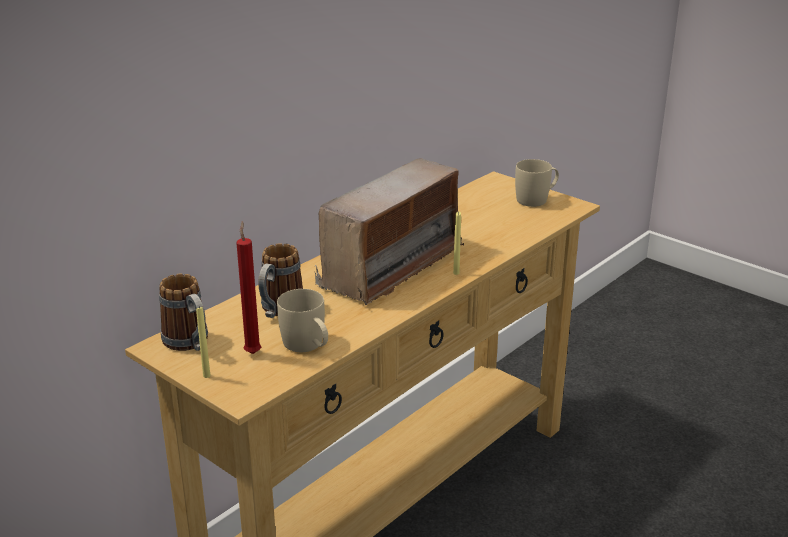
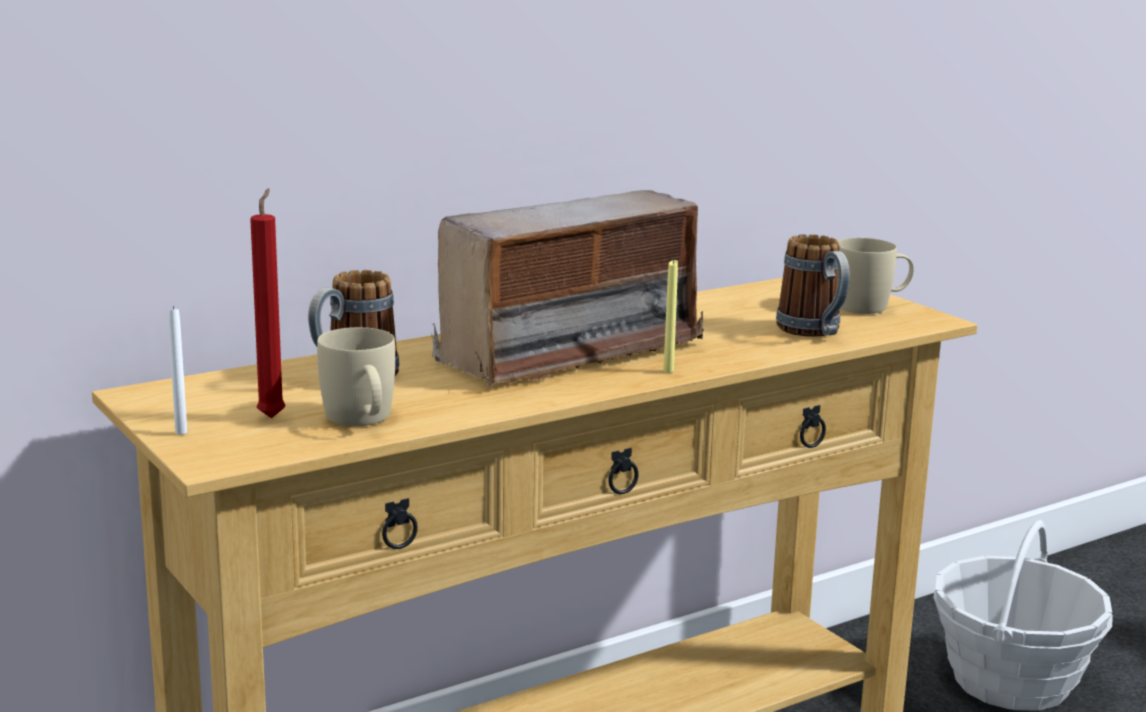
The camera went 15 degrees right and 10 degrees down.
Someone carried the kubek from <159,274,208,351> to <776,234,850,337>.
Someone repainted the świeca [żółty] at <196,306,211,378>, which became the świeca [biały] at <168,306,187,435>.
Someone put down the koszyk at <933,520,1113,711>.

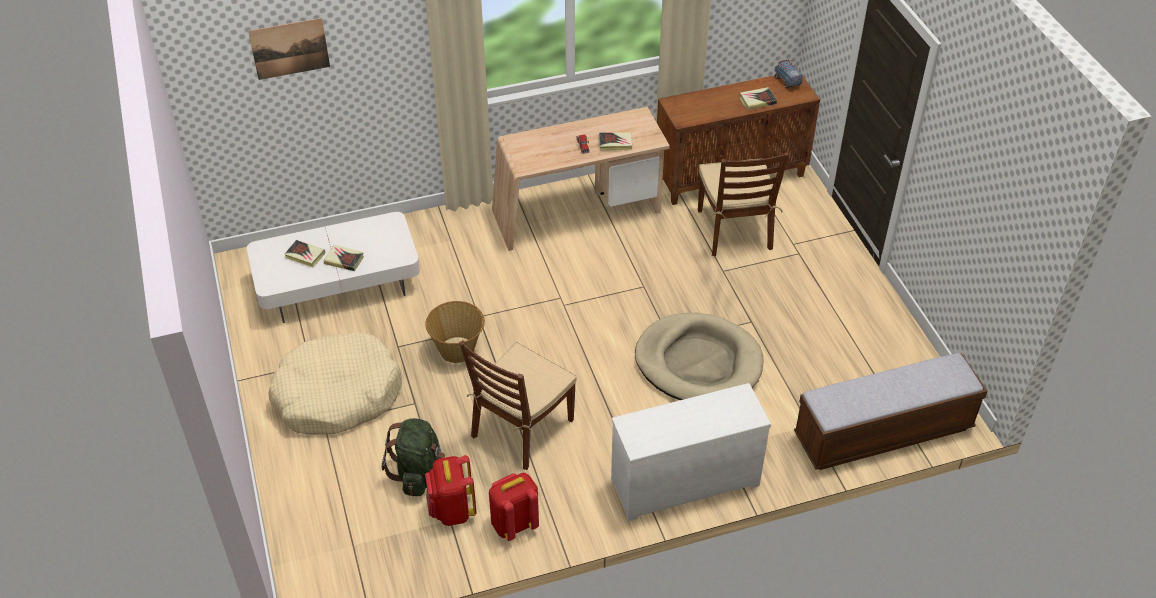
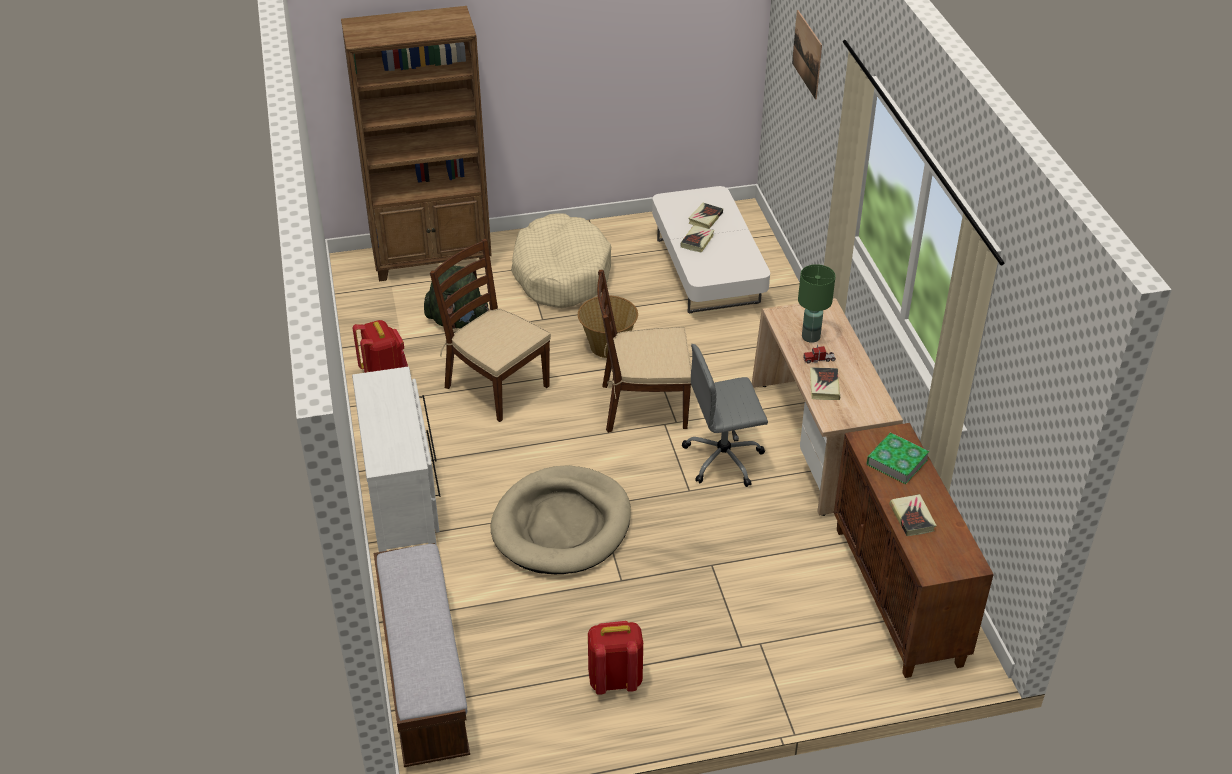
The camera went 95 degrees right and 5 degrees down.
Someone carried the plecak [czerwony] from <425,455,476,526> to <588,621,643,695>.
Someone carried the krzesło [brązowy] from <698,152,789,256> to <597,270,691,433>.
Someone took away the ciężarówka zabawkowa at <774,59,803,89>.
Someone put down the regał [brązowy] at <341,6,492,281>.
Someone put down the krzesło biurowe [szary] at <682,344,768,487>.
Someone put down the lampa stołowa [zielony] at <798,264,836,343>.
Someone put down the książka at <866,433,930,484>.

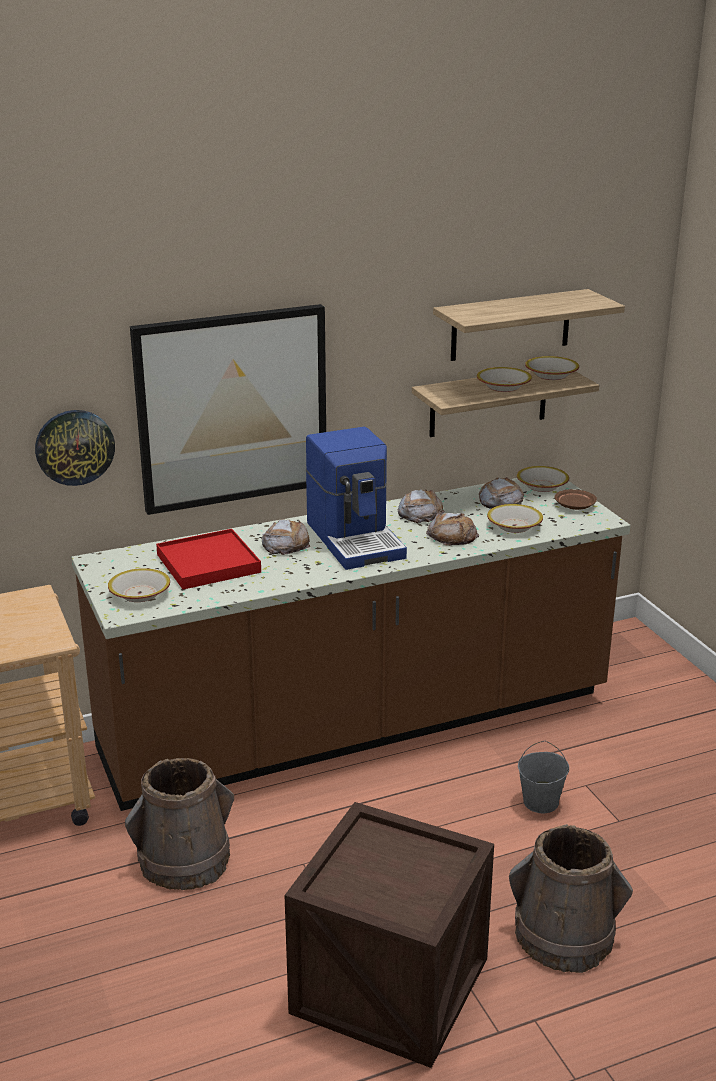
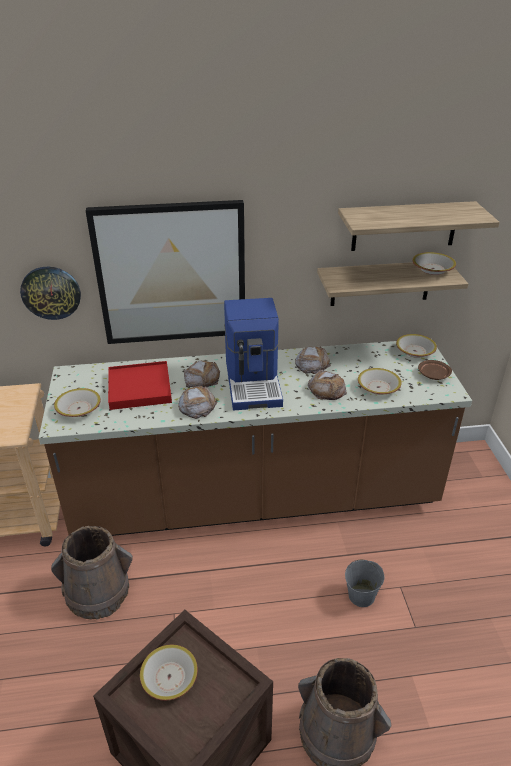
The camera went 15 degrees right and 10 degrees up.
Someone carried the miska from <477,367,532,392> to <140,645,198,701>.
Someone carried the chleb from <479,477,524,509> to <178,385,217,419>.

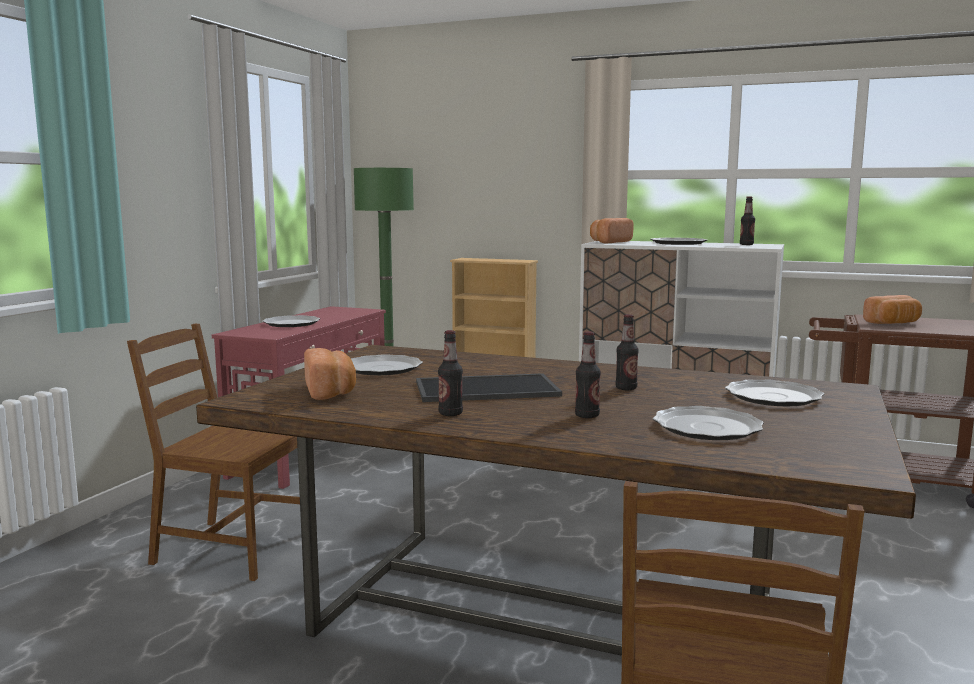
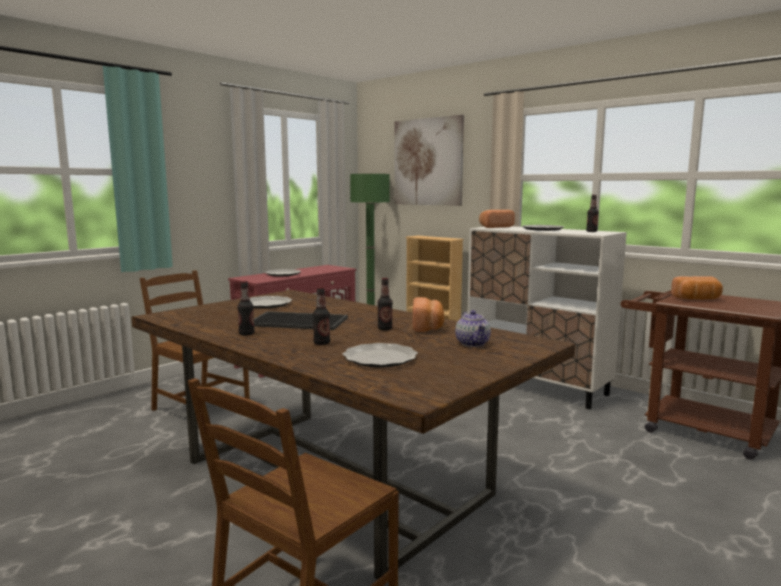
The camera went 20 degrees right and 0 degrees up.
Someone carried the chleb from <304,348,356,400> to <413,297,444,332>.
Someone swapped the talerz at <725,380,824,406> for the imbryk at <455,310,491,347>.
Someone put up the obraz at <395,115,464,206>.

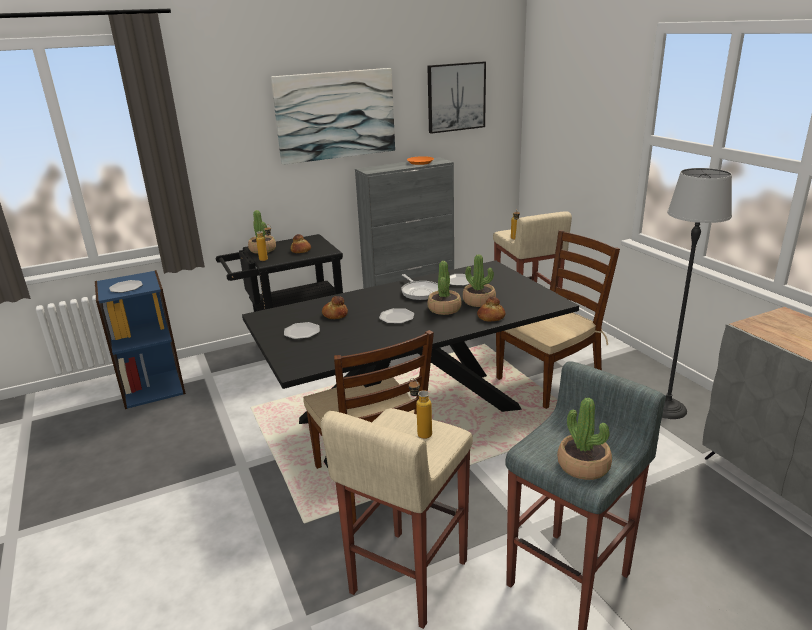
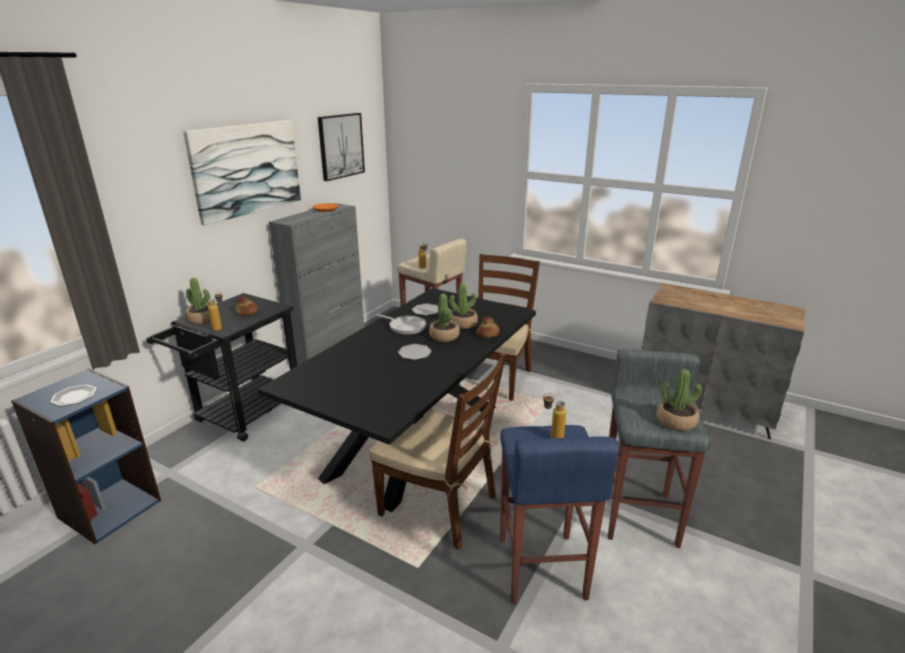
The camera went 35 degrees left and 0 degrees up.
Someone took away the talerz at <284,322,320,339>.
Someone repainted the stołek [beżowy] at <321,408,473,629>, which became the stołek [niebieski] at <500,425,619,604>.
Someone took away the chleb at <322,296,348,319>.
Someone took away the lampa stojąca at <662,168,732,419>.

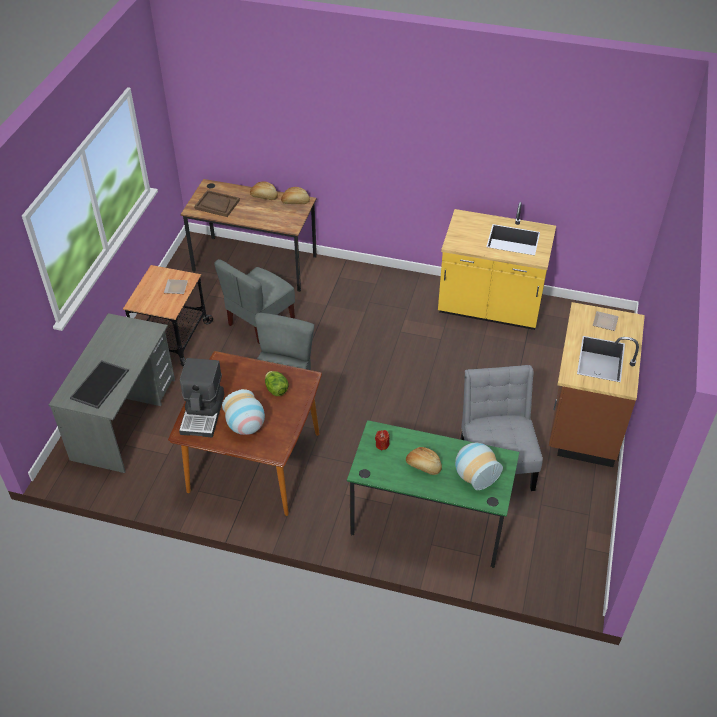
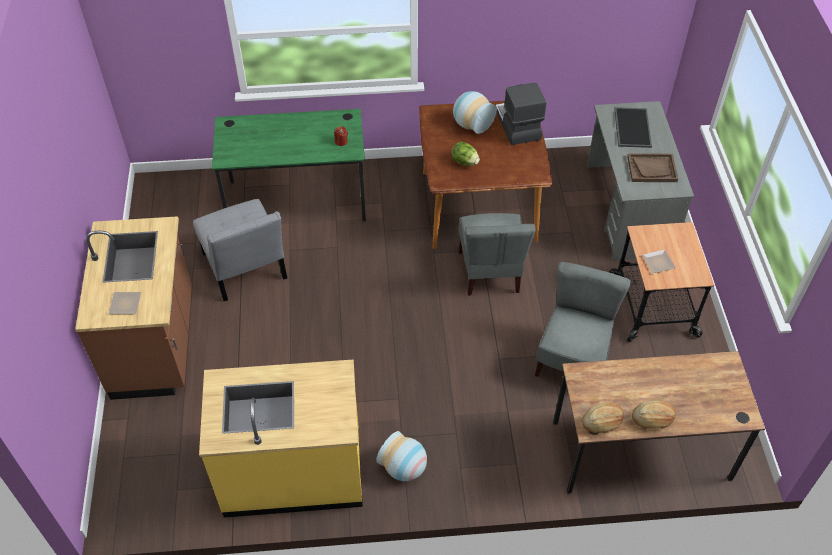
The camera went 160 degrees right and 5 degrees up.
Someone carried the taca [brązowy] from <194,190,240,217> to <627,153,678,182>.
Someone took away the chleb at <406,447,442,475>.
Someone carried the wazon from <455,443,503,490> to <376,431,427,481>.

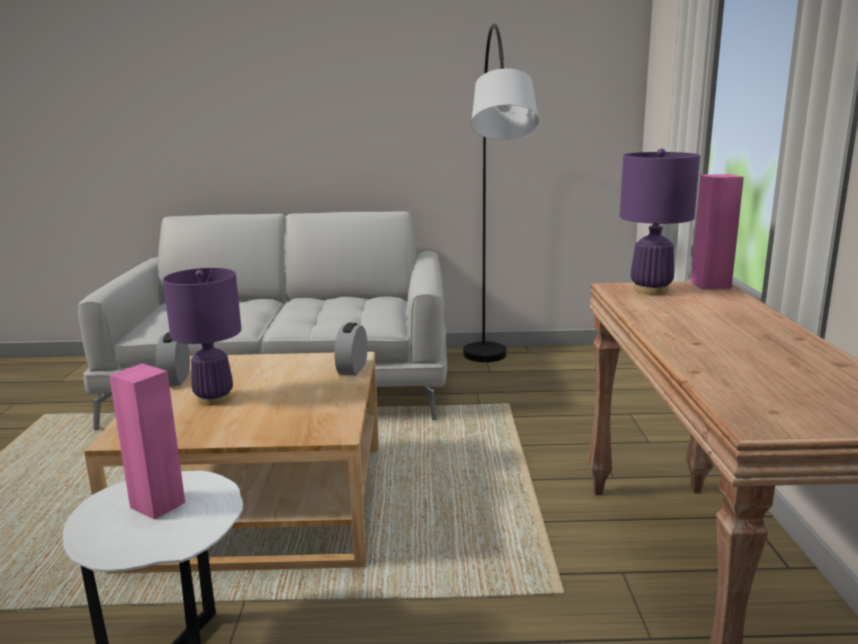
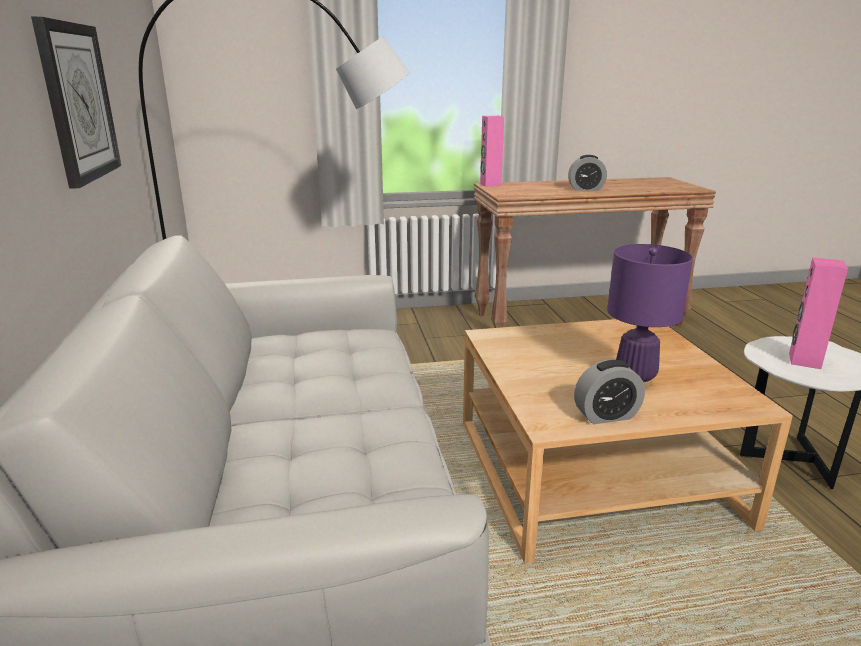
The camera went 100 degrees left and 5 degrees up.
Someone carried the budzik from <335,323,368,375> to <568,155,607,191>.
Someone took away the lampa stołowa [fioletowy] at <620,148,700,295>.
Someone put up the zegar ścienny at <31,17,121,189>.

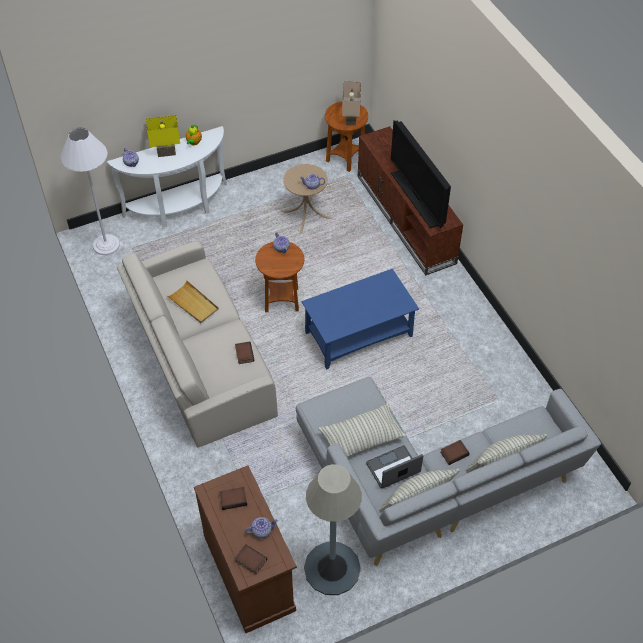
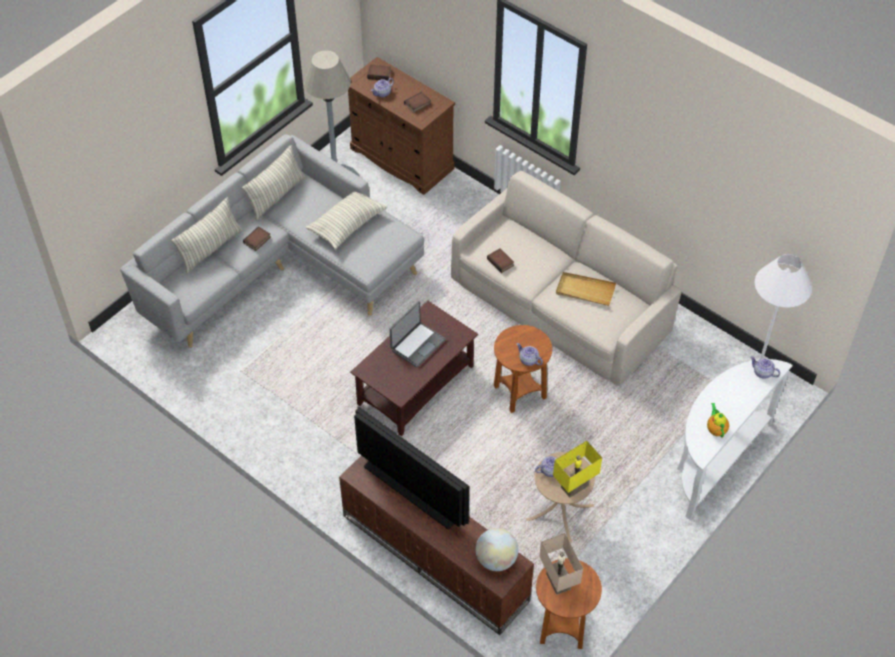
The camera went 155 degrees right and 0 degrees up.
Someone carried the lampa stołowa [żółty] from <146,115,180,157> to <553,441,602,497>.
Someone repainted the ława [niebieski] at <302,269,419,369>, which became the ława [brązowy] at <350,301,478,436>.
Someone carried the laptop from <366,445,423,489> to <390,301,446,367>.
Someone put down the globus at <476,528,518,571>.

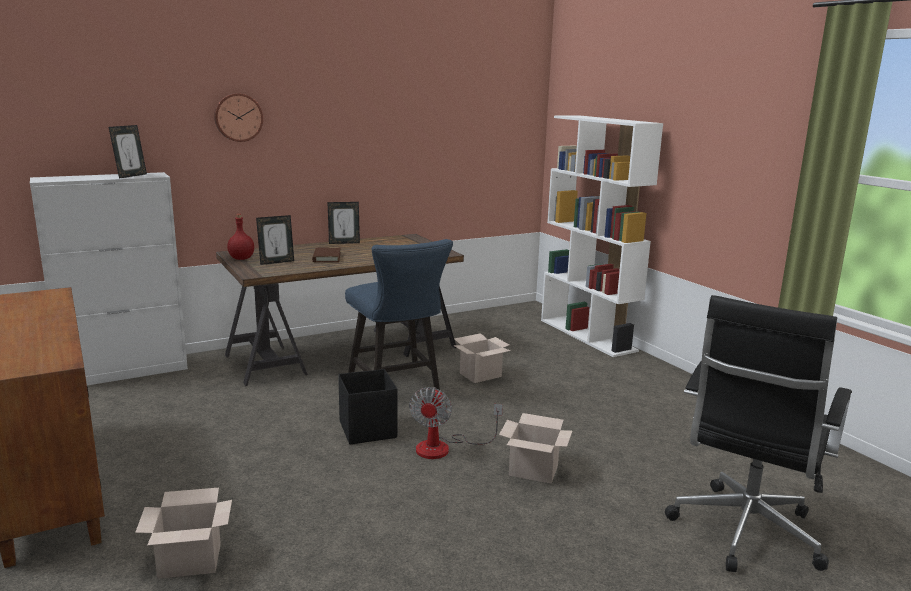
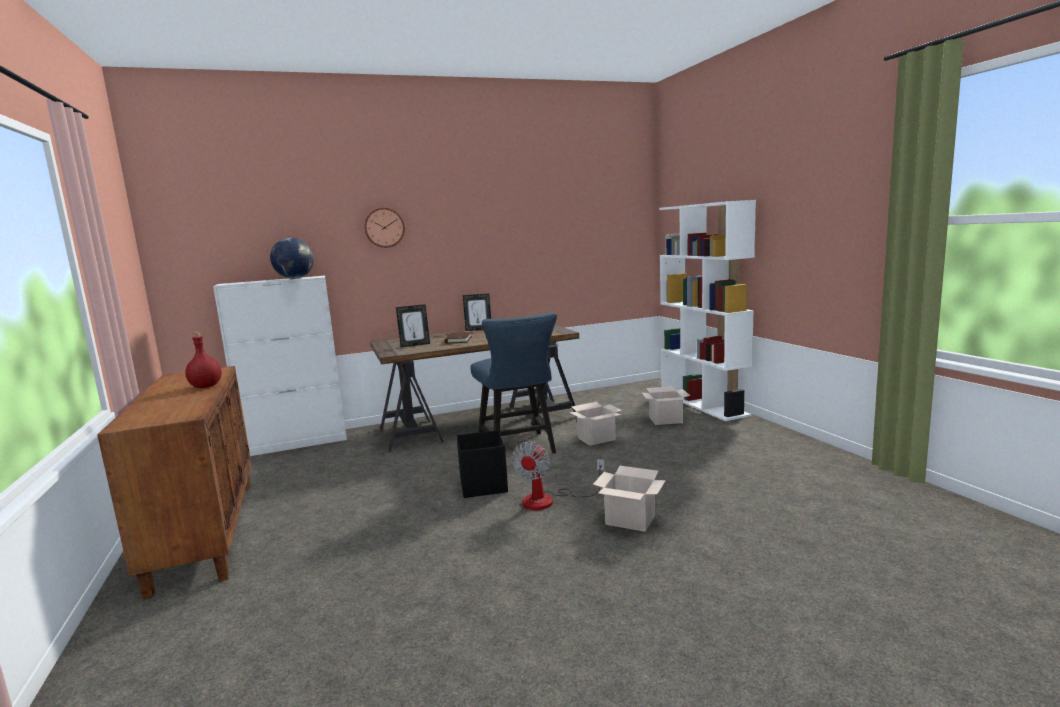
The camera went 10 degrees right and 5 degrees down.
Someone swapped the ramka na zdjęcie at <109,125,147,179> for the globus at <270,238,314,279>.
Someone carried the karton from <135,488,232,579> to <642,386,690,425>.
Someone carried the butelka [czerwony] from <227,214,254,260> to <185,332,222,388>.
Someone took away the krzesło biurowe [czarny] at <665,295,852,572>.

